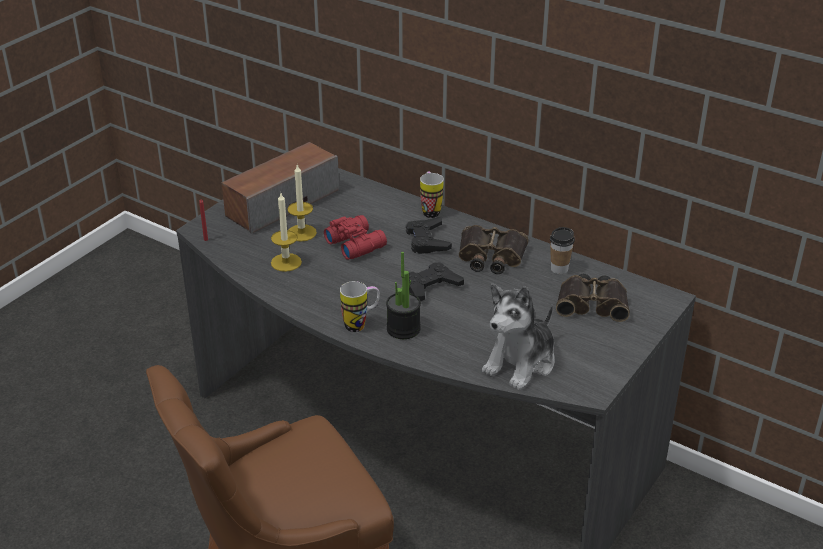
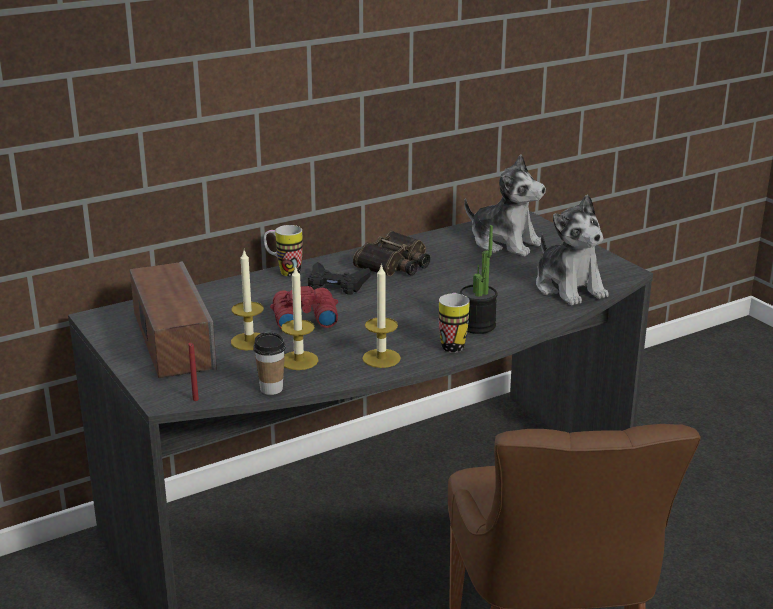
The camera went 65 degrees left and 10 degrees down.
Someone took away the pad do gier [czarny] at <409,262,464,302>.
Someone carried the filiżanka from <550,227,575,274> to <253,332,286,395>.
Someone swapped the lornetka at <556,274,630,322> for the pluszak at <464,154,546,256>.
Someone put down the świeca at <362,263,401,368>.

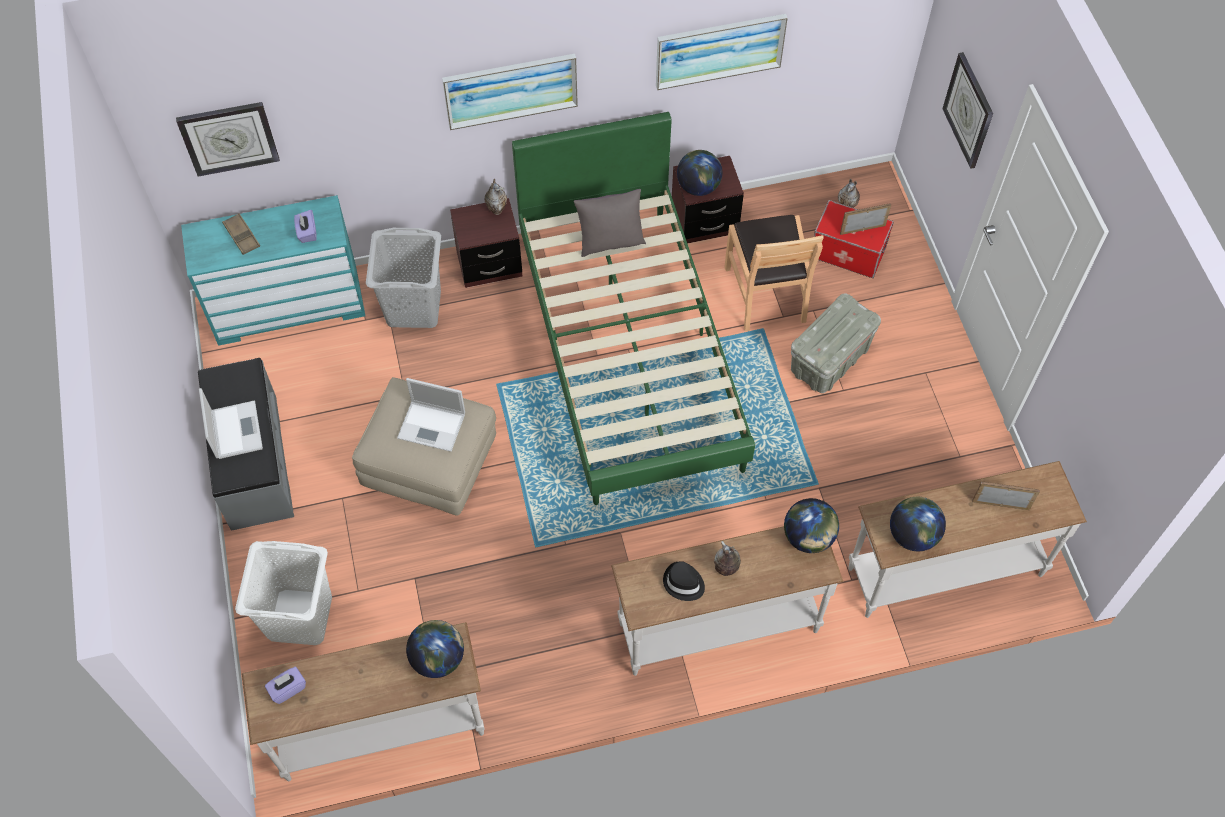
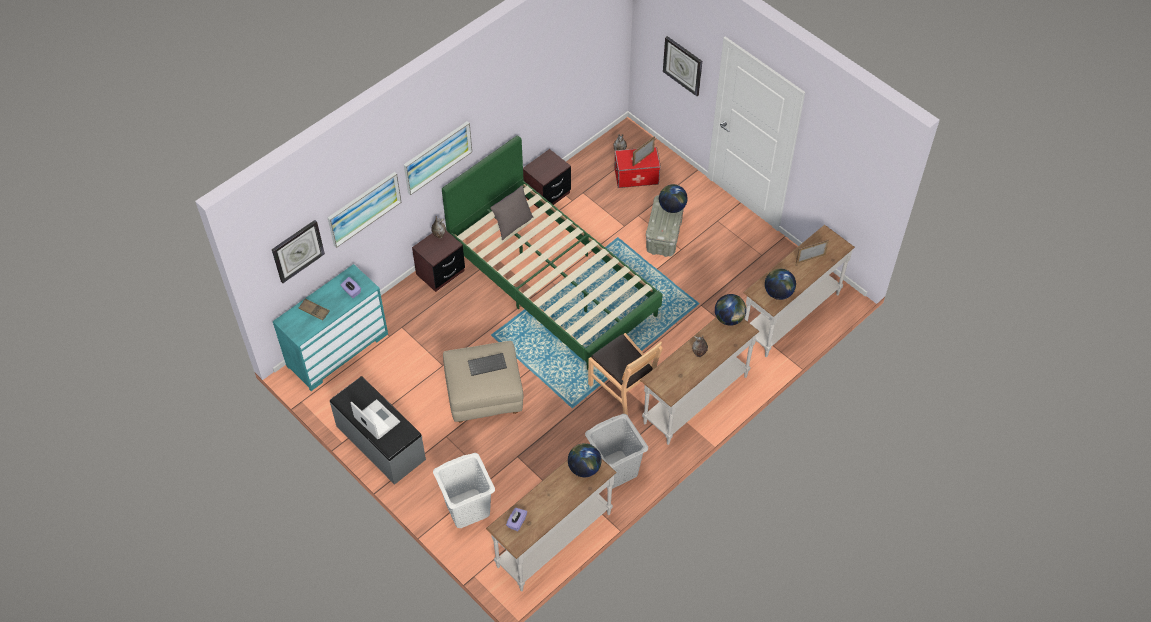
The camera went 30 degrees left and 5 degrees down.
Someone carried the kosz na pranie [szary] from <366,228,441,328> to <585,414,648,489>.
Someone swapped the laptop at <397,378,465,452> for the klawiatura at <468,353,507,376>.
Someone carried the obraz from <656,14,788,90> to <328,172,401,248>.
Someone took away the kapelusz [czarny] at <663,562,705,601>.
Someone carried the globus from <677,150,723,196> to <659,184,688,213>.
Someone carried the krzesło [brązowy] from <724,215,824,331> to <588,333,663,415>.

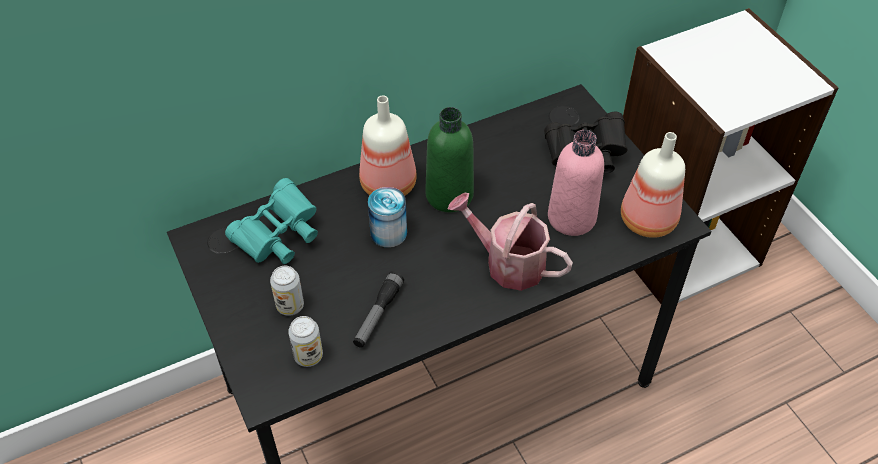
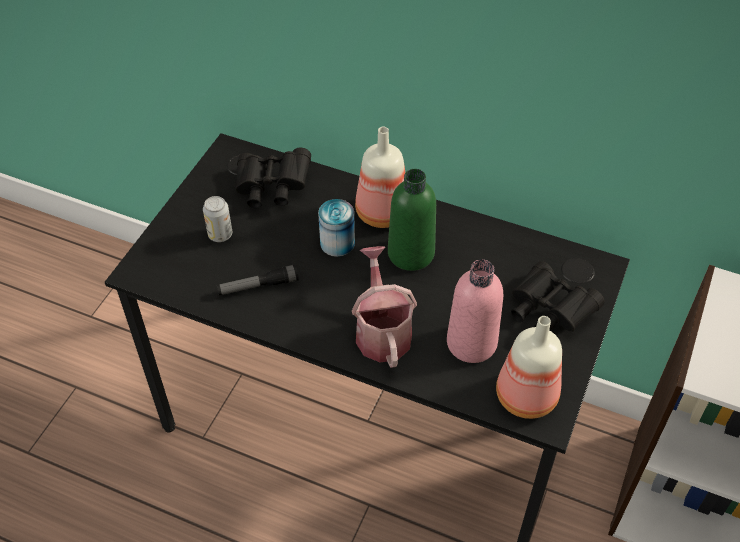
The camera went 50 degrees right and 0 degrees up.
Someone repainted the lornetka [turkusowy] at <225,178,318,264>, which became the lornetka [czarny] at <235,148,311,208>.
Someone took away the puszka at <288,316,323,367>.

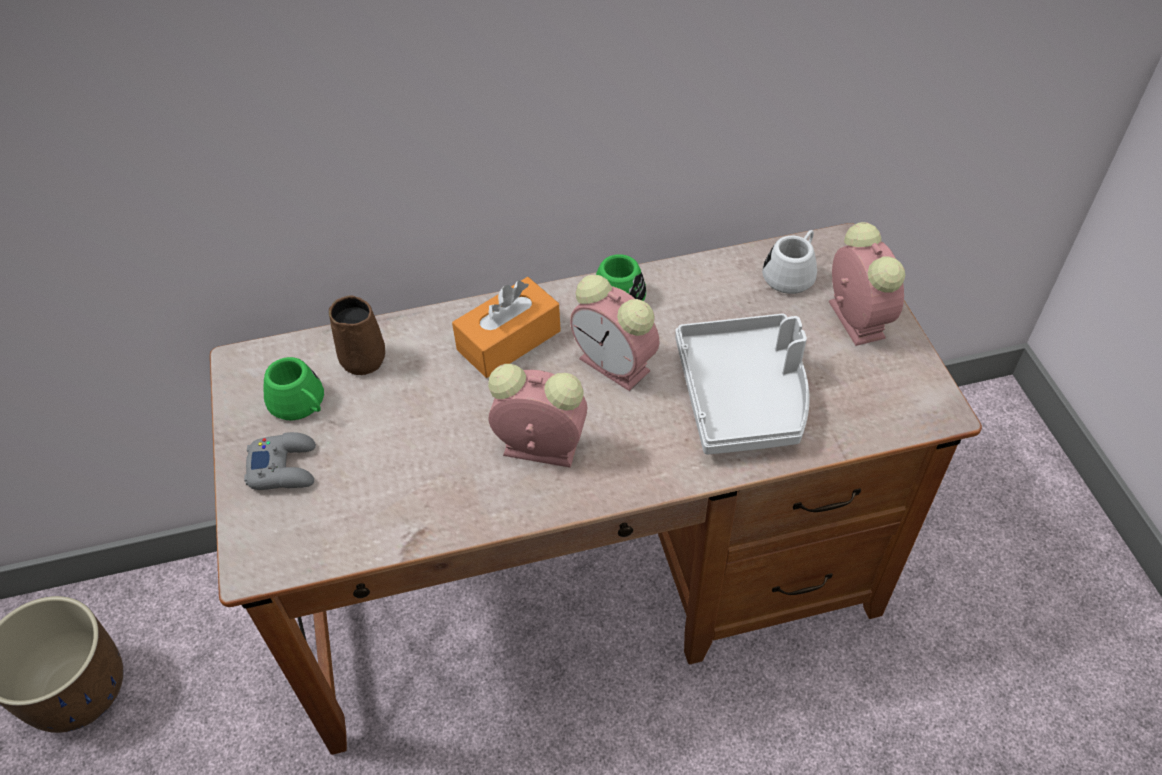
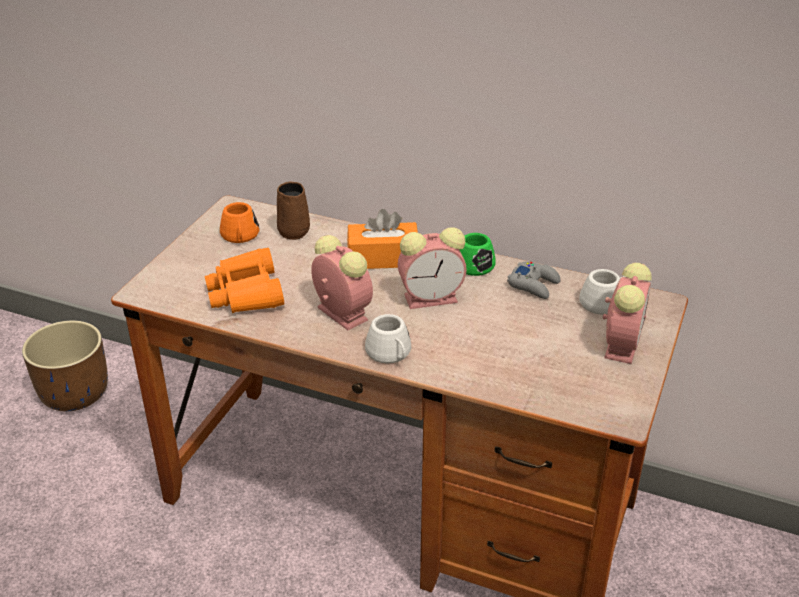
The camera went 35 degrees right and 15 degrees down.
Someone carried the pad do gier [szary] from <244,432,316,490> to <507,261,561,299>.
Someone repainted the kubek [zielony] at <264,357,324,421>, which became the kubek [pomarańczowy] at <220,202,260,243>.
Someone rotated the budzik at <570,275,659,391> by 90 degrees counterclockwise.
Someone took away the taca [szary] at <675,313,810,455>.
Someone put down the lornetka [pomarańczowy] at <205,248,284,313>.
Someone put down the kubek [biały] at <365,314,411,363>.

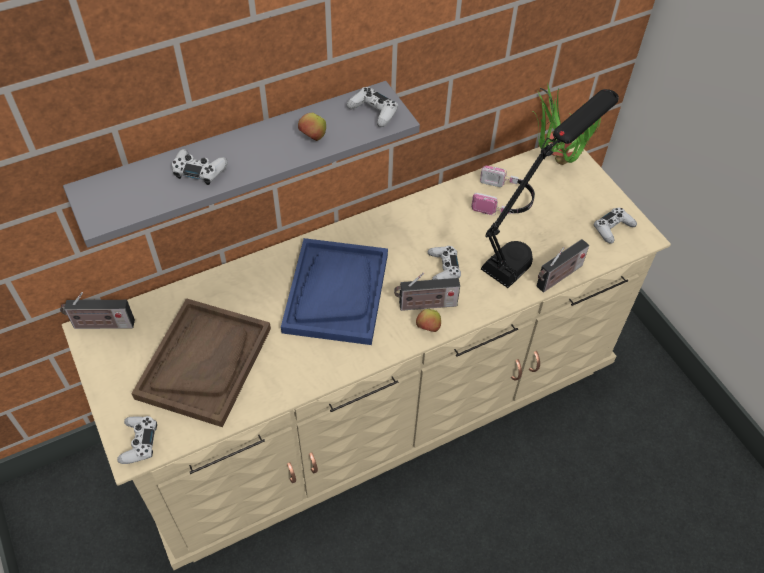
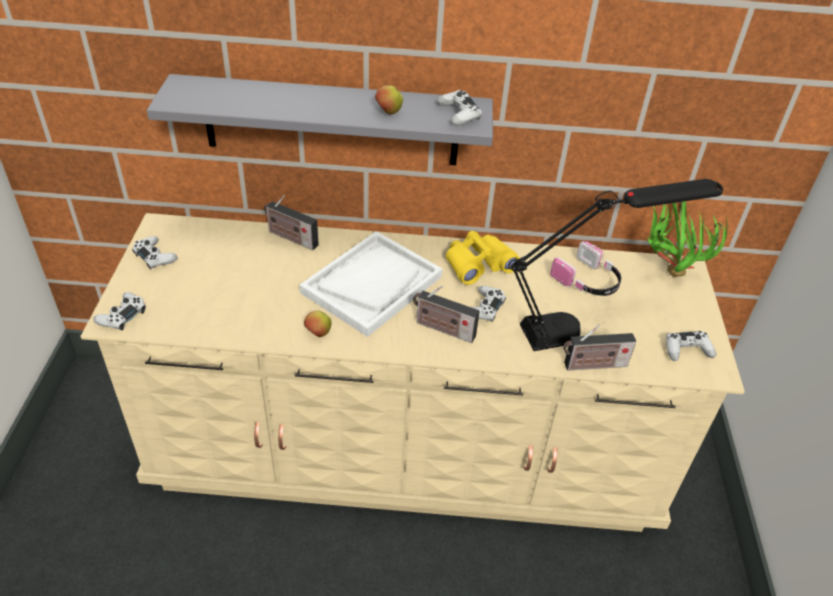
The camera went 30 degrees right and 10 degrees down.
Someone carried the radio from <60,292,135,329> to <264,195,319,250>.
Someone took away the taca [brązowy] at <131,298,271,427>.
Someone carried the pad do gier [biały] from <172,149,228,185> to <132,236,177,270>.
Someone repainted the taca [niebieski] at <281,238,388,345>, which became the taca [biały] at <300,231,442,337>.
Someone carried the jabłko from <416,309,441,332> to <304,311,331,337>.
Someone put down the lornetka [żółty] at <446,231,520,285>.

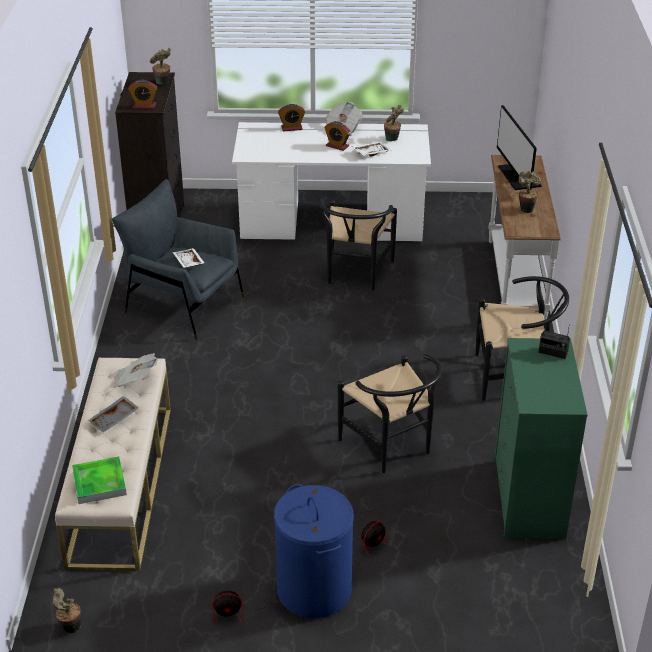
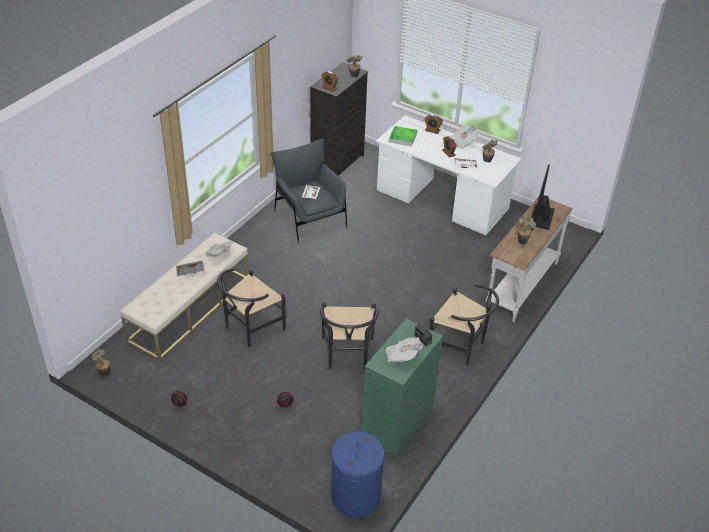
The camera went 30 degrees right and 5 degrees up.
Someone carried the taca from <72,457,127,504> to <389,126,417,147>.
Someone carried the kosz na pranie [niebieski] from <274,484,354,618> to <331,429,385,518>.
Someone carried the krzesło [czarny] from <319,197,397,290> to <217,268,286,347>.
Someone put down the gazeta at <386,337,423,362>.

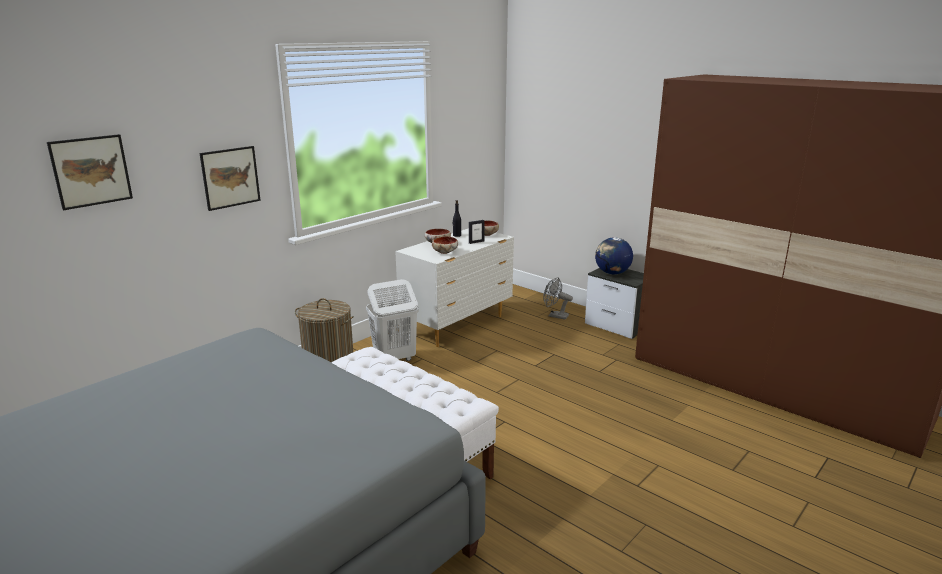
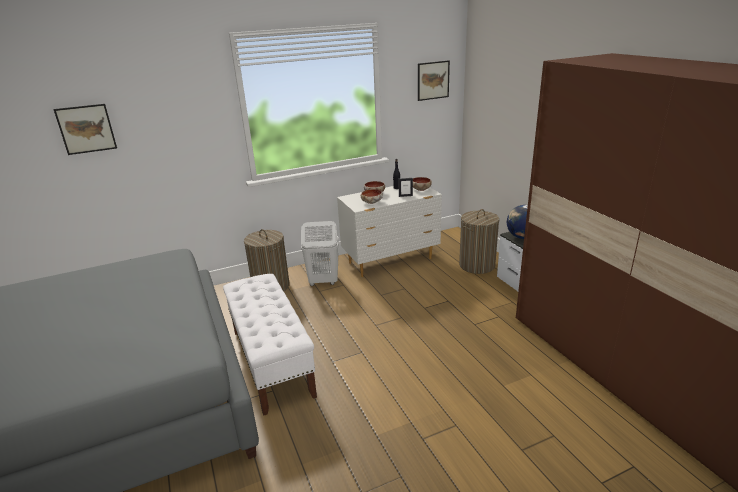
The camera went 25 degrees right and 5 degrees up.
Someone carried the obraz from <199,146,261,211> to <418,60,450,101>.
Someone swapped the wentylator [szary] at <543,277,573,320> for the kosz na pranie at <459,209,499,274>.

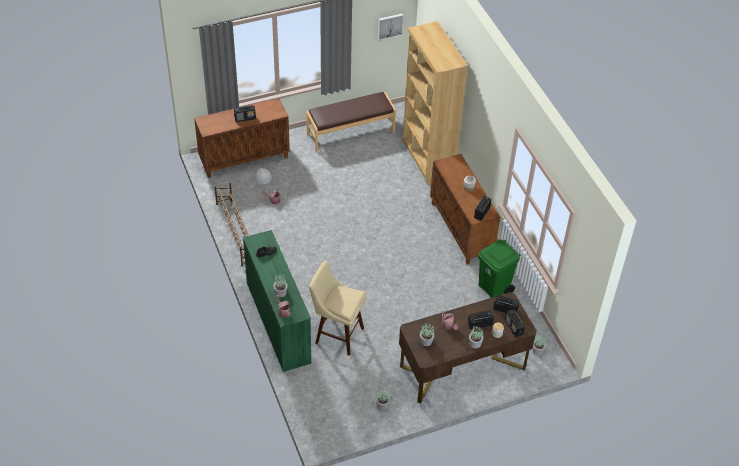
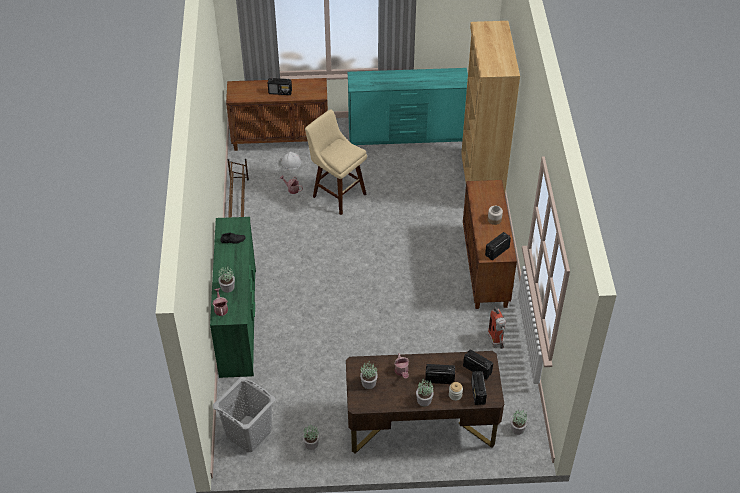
The camera went 20 degrees right and 0 degrees up.
Someone swapped the ławka [brązowy] at <306,92,396,153> for the komoda [turkusowy] at <347,68,468,145>.
Someone carried the stołek [beżowy] from <309,261,366,356> to <305,110,367,215>.
Someone took away the obraz at <378,14,403,41>.
Someone swapped the kosz na śmieci [zielony] at <478,240,521,298> for the gaśnica at <487,307,506,349>.
Someone put down the kosz na pranie [szary] at <213,377,275,452>.

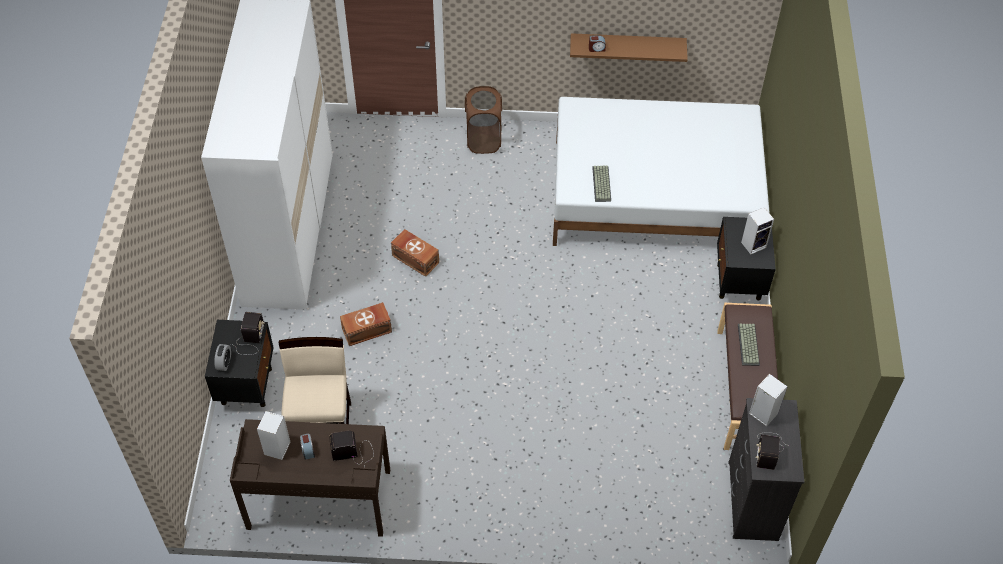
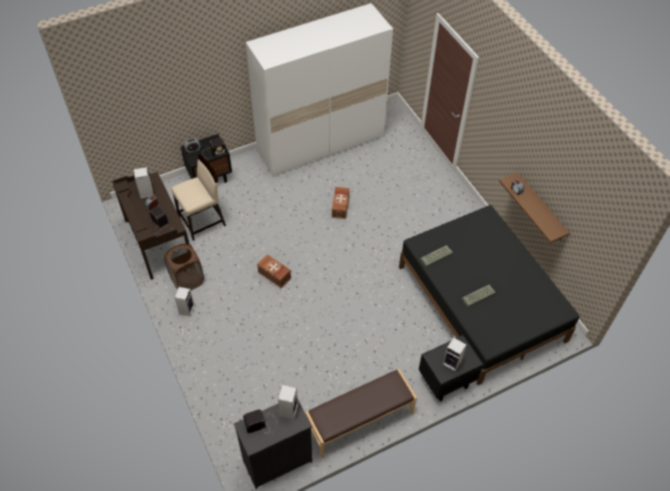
The camera went 60 degrees right and 0 degrees up.
Someone carried the pojemnik do przechowywania [brązowy] from <340,302,392,346> to <257,254,291,288>.
Someone carried the kosz na pranie [brązowy] from <465,86,502,154> to <164,244,204,290>.
Someone repainted the łóżko [biały] at <553,97,770,246>, which became the łóżko [czarny] at <399,205,580,385>.
Someone carried the klawiatura from <738,324,760,366> to <461,285,496,307>.
Someone put down the głośnik at <174,287,195,317>.

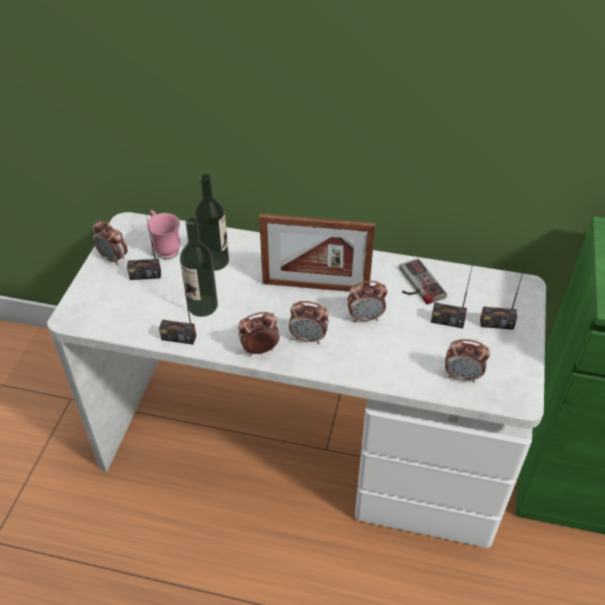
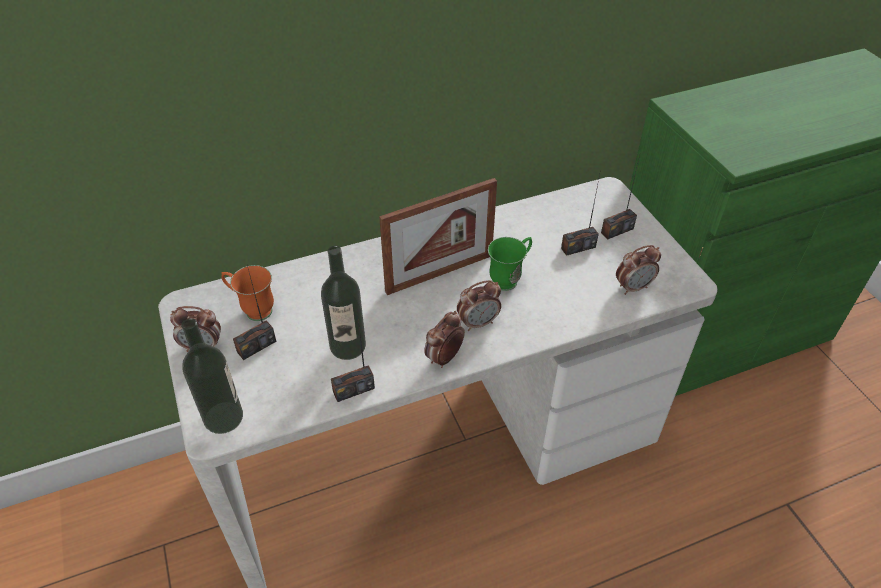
The camera went 35 degrees left and 0 degrees up.
Someone repainted the kubek [różowy] at <146,210,180,259>, which became the kubek [pomarańczowy] at <221,265,274,321>.
Someone carried the butelka from <194,174,229,271> to <181,318,243,434>.
Someone swapped the budzik at <348,281,388,322> for the kubek [zielony] at <488,237,532,291>.
Someone took away the pad do gier at <399,258,447,304>.

